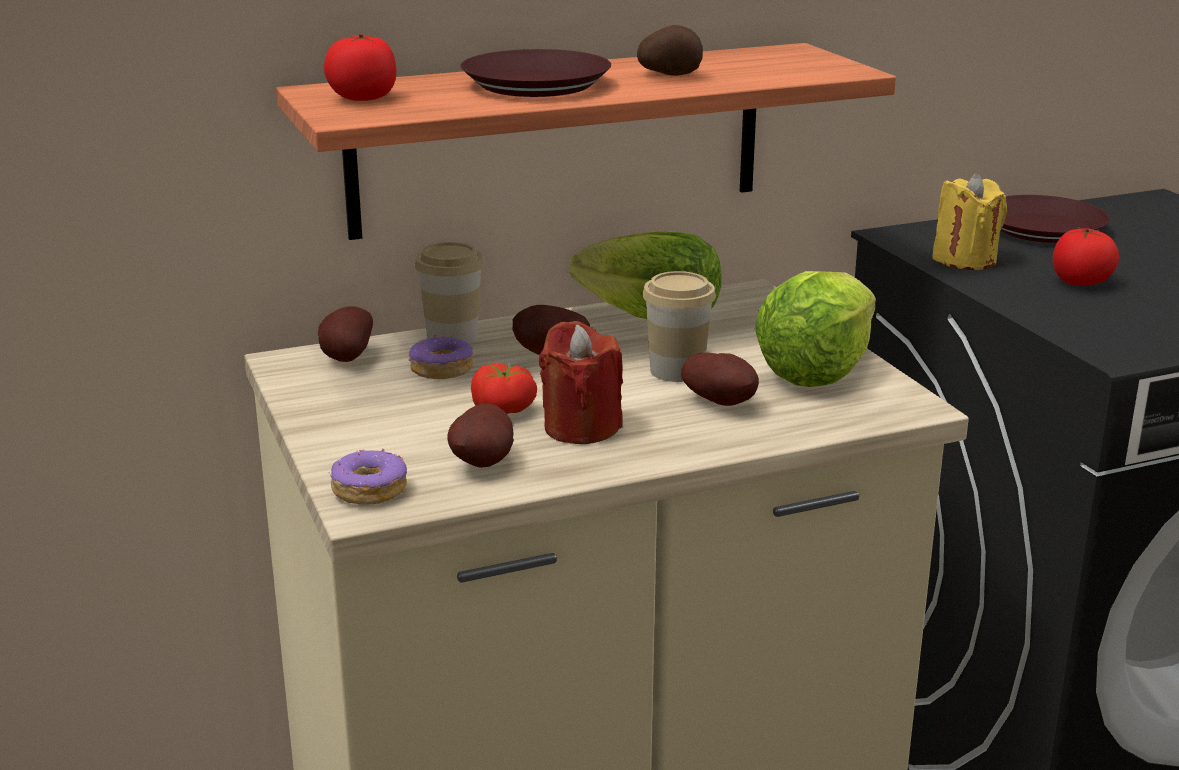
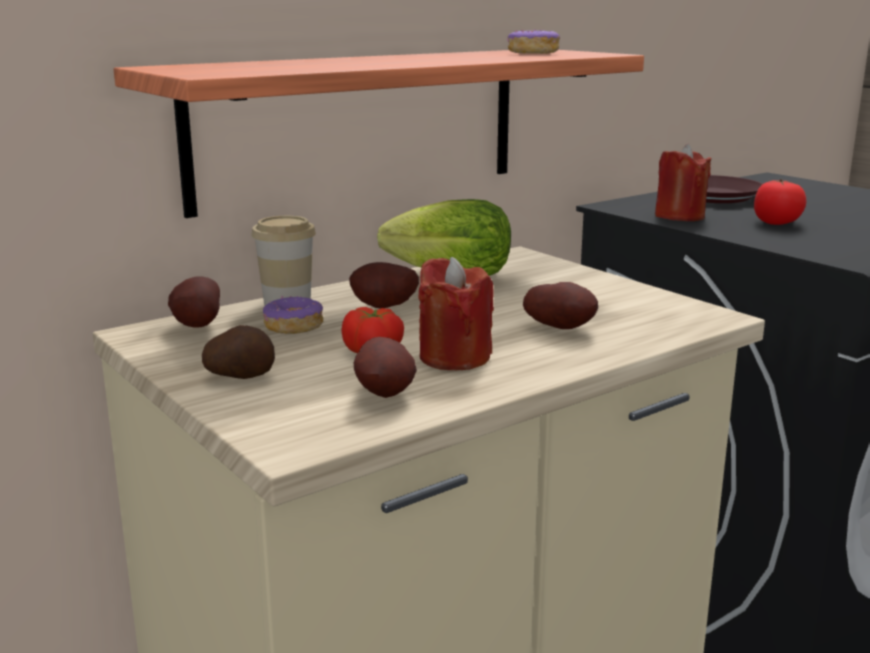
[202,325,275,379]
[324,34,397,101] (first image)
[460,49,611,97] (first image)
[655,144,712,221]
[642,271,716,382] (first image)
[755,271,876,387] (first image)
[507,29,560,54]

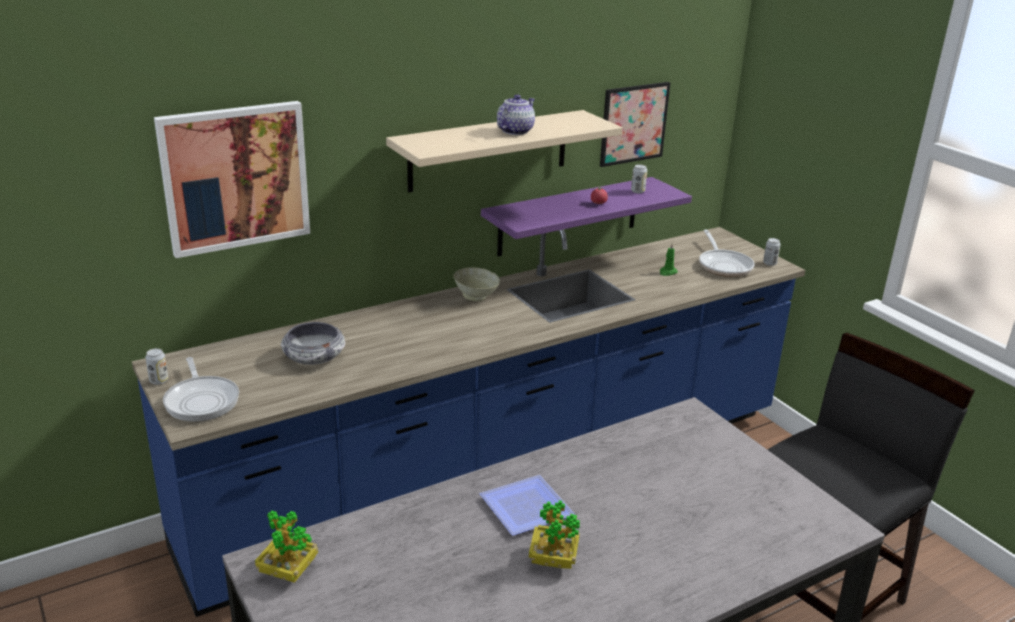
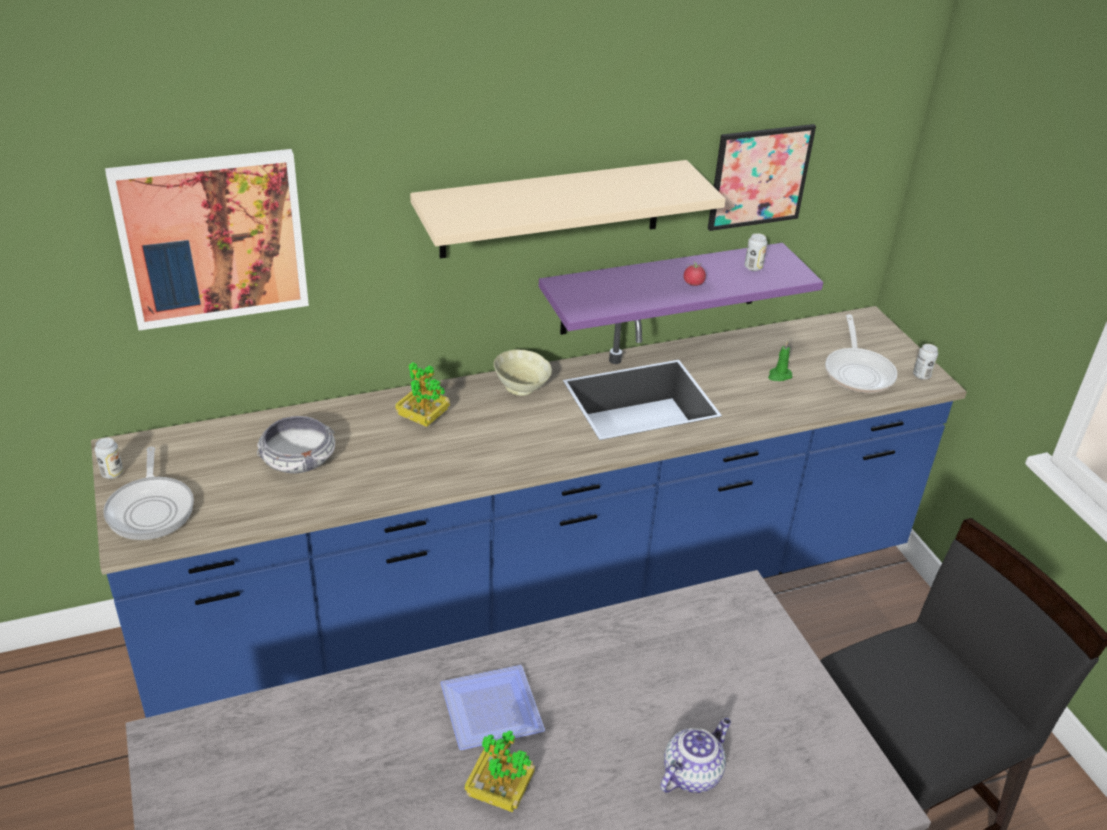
[660,718,731,793]
[395,362,450,427]

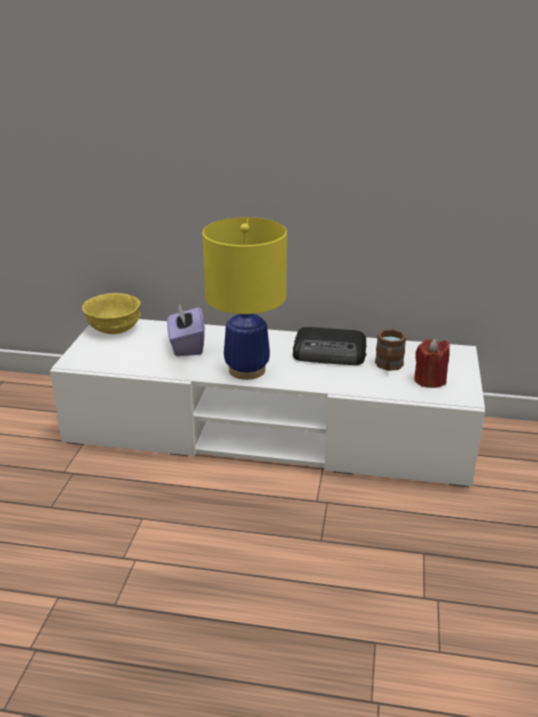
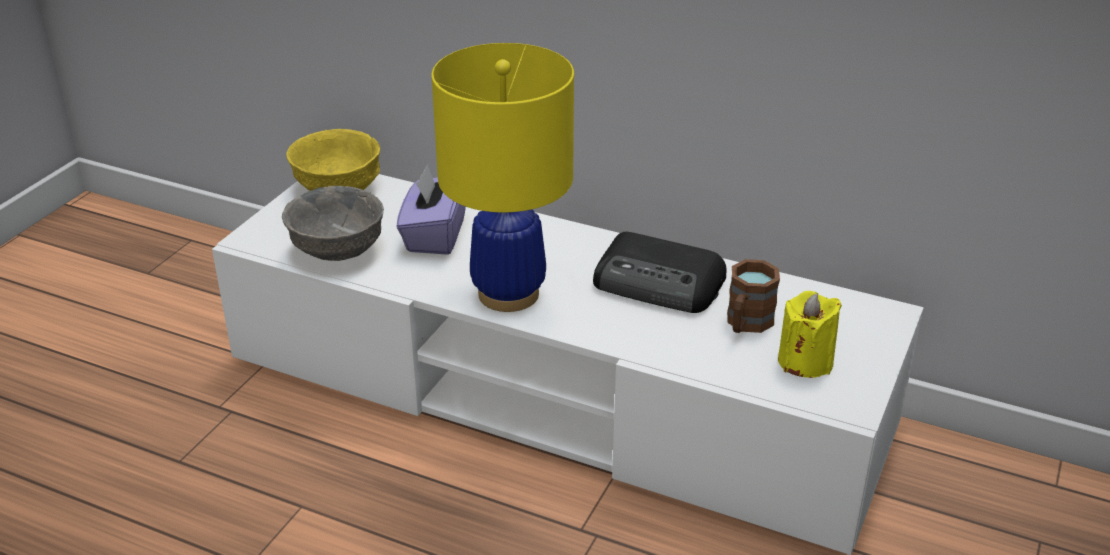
[778,291,842,378]
[282,186,384,261]

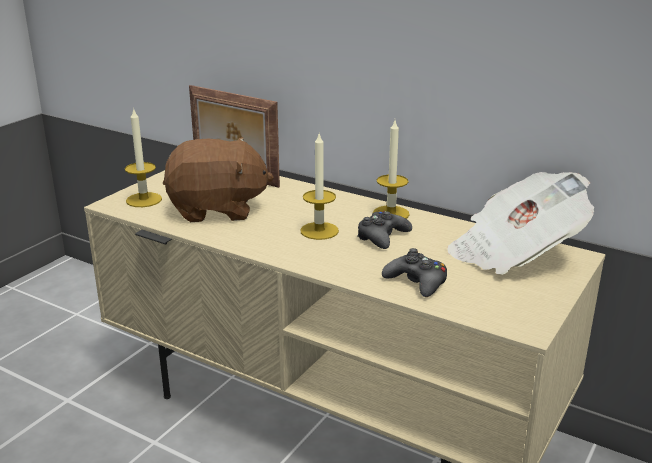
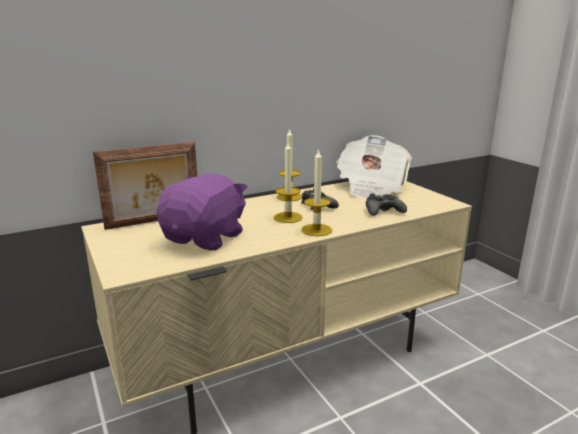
[301,148,332,236]
[157,173,248,251]

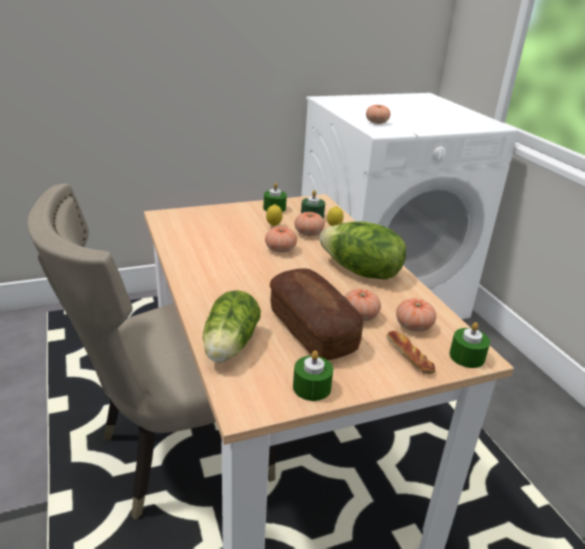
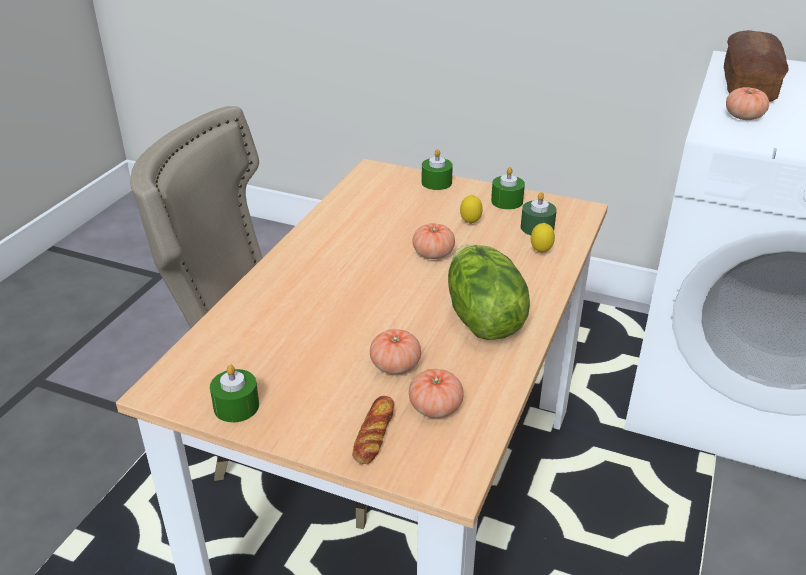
[295,212,325,236] (first image)
[724,30,789,102]
[203,290,261,362] (first image)
[421,149,453,190]

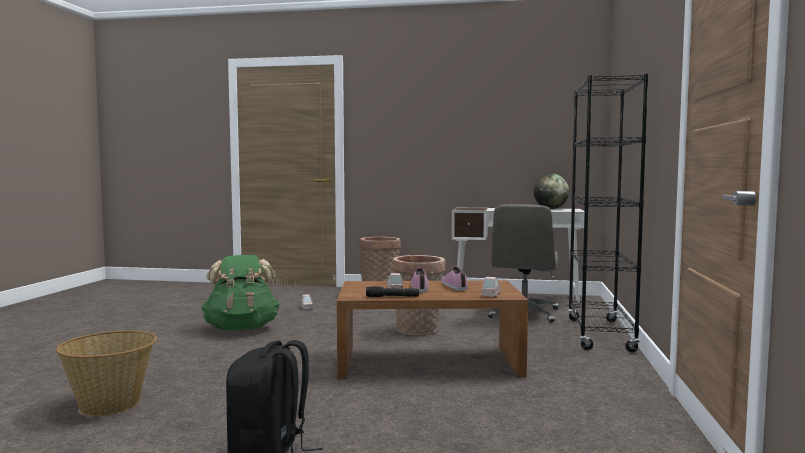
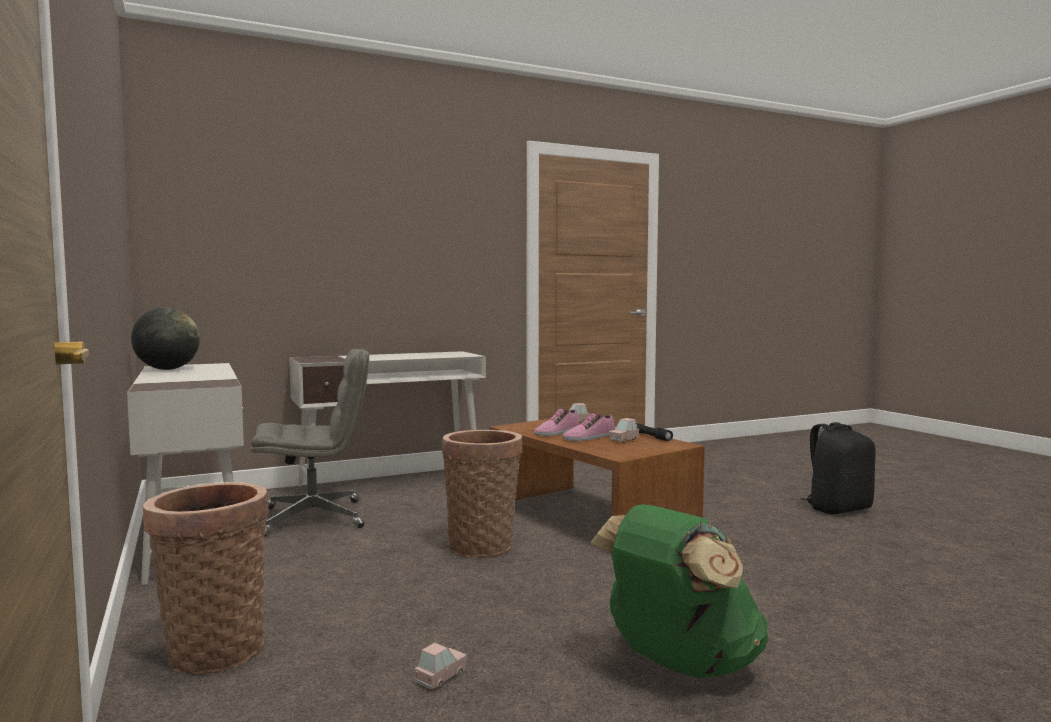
[289,351,486,494]
[56,331,157,416] (first image)

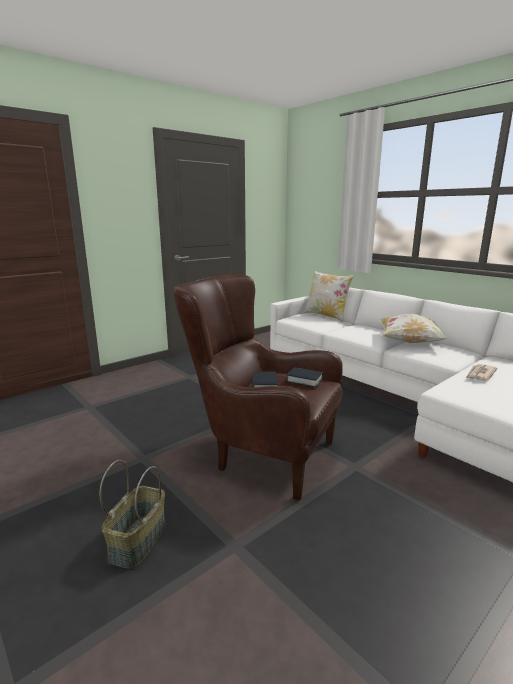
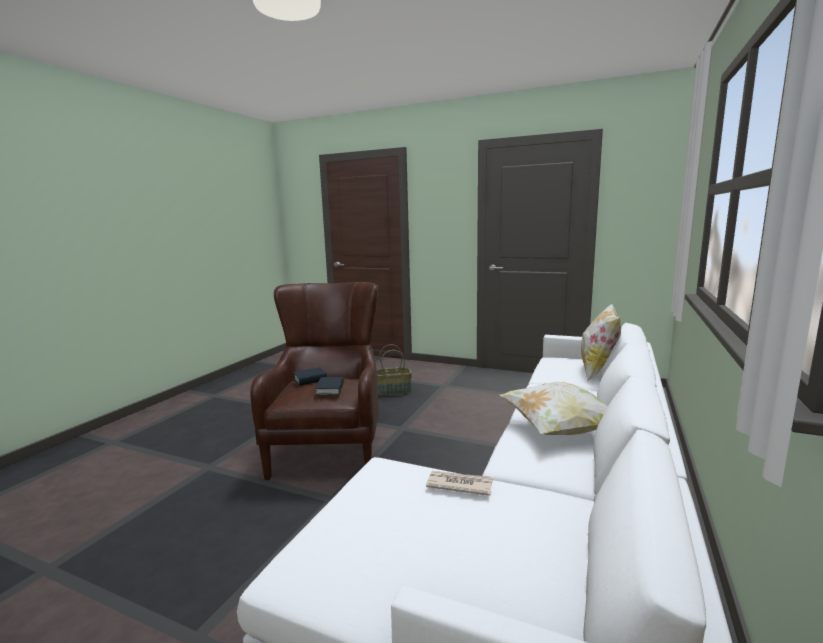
[377,344,412,395]

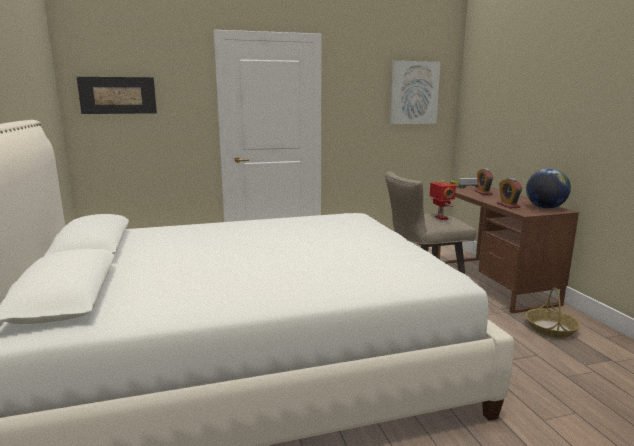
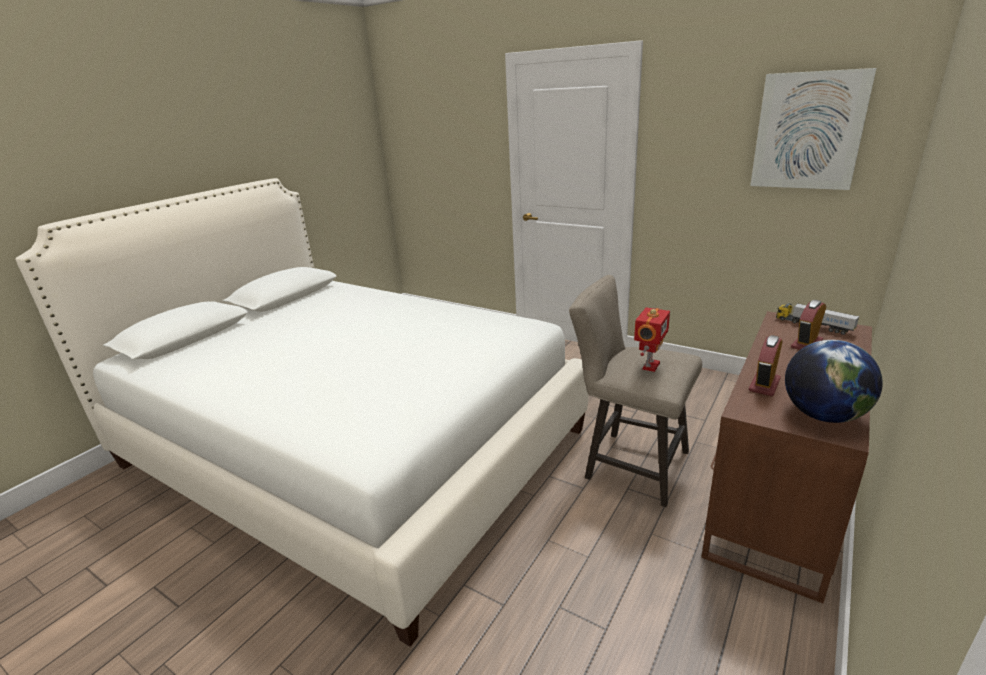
[77,77,157,114] (first image)
[525,287,581,338] (first image)

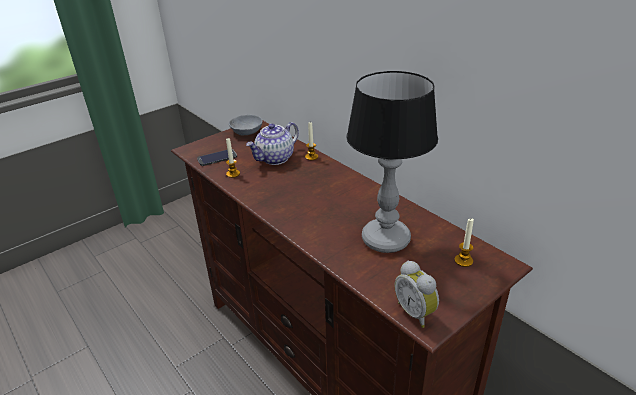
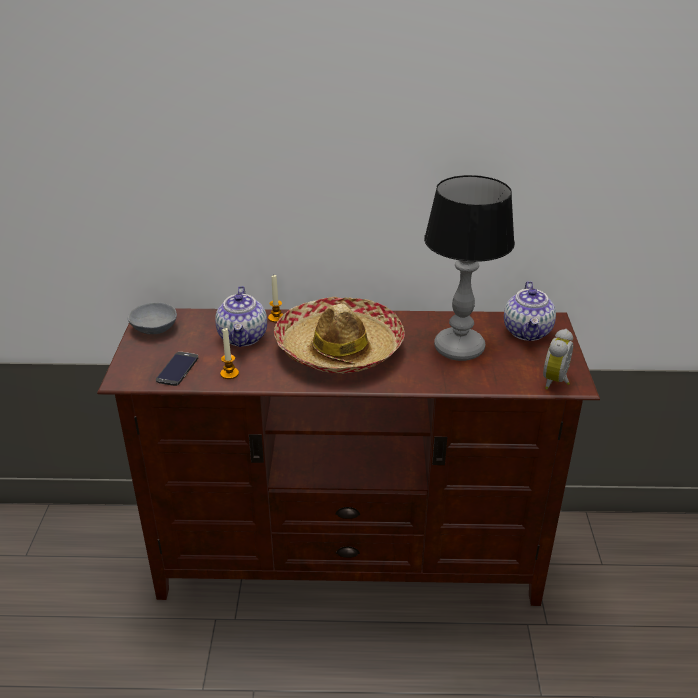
[504,281,556,341]
[543,329,573,389]
[274,297,405,374]

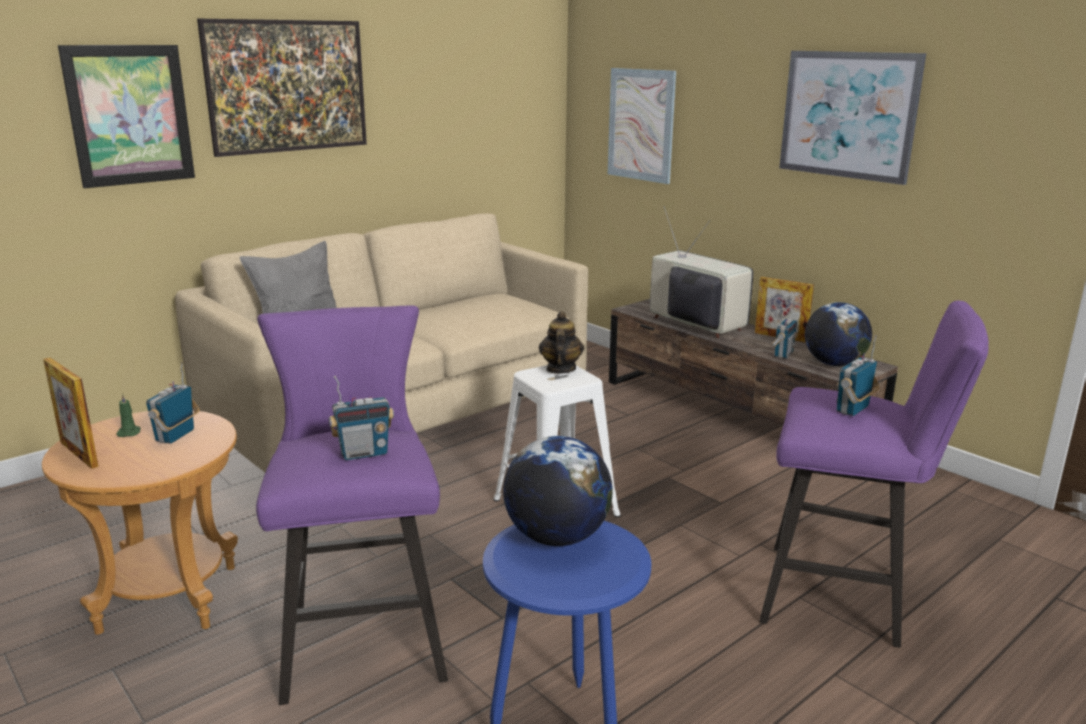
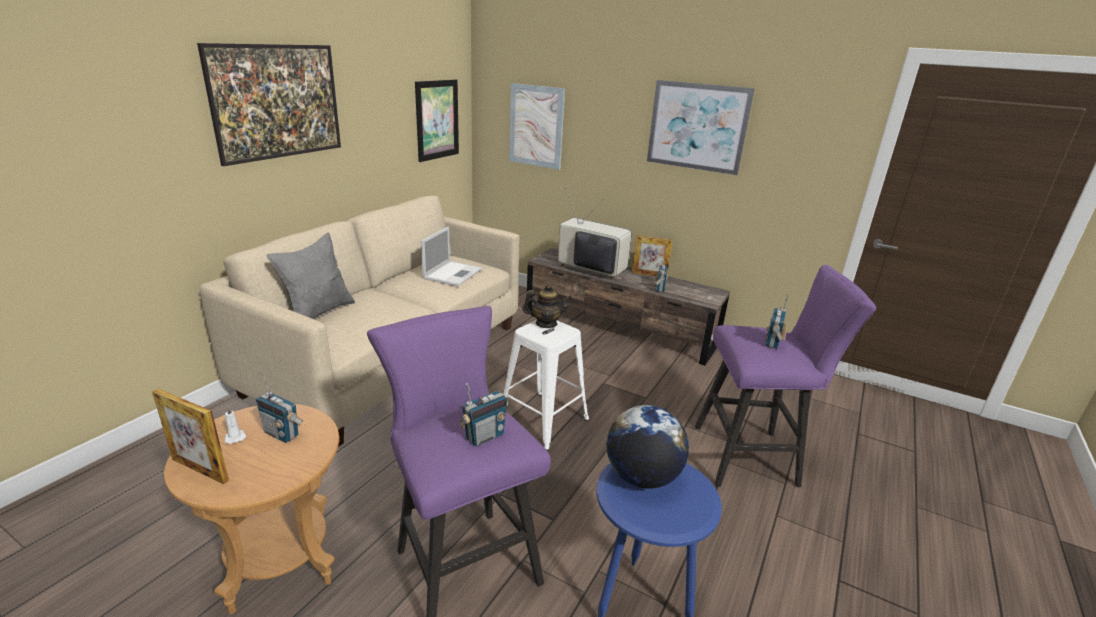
[415,79,459,162]
[805,302,872,366] (first image)
[522,284,572,328]
[256,374,303,443]
[224,407,246,444]
[421,227,482,286]

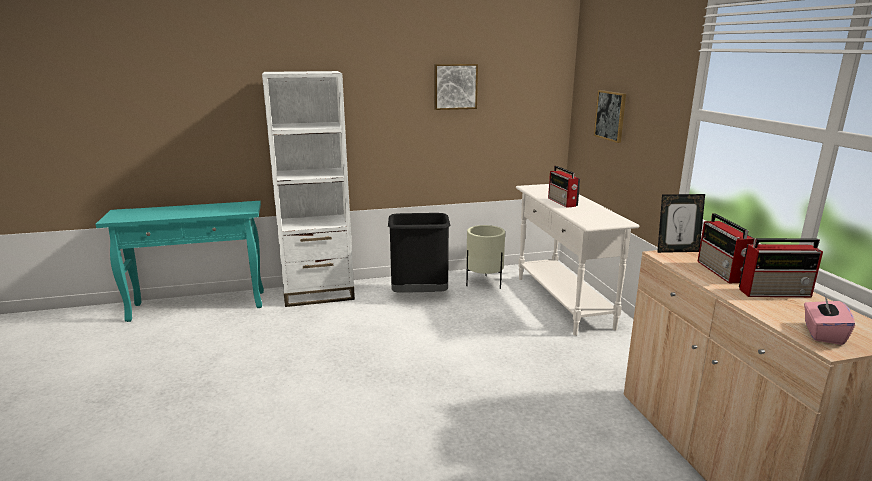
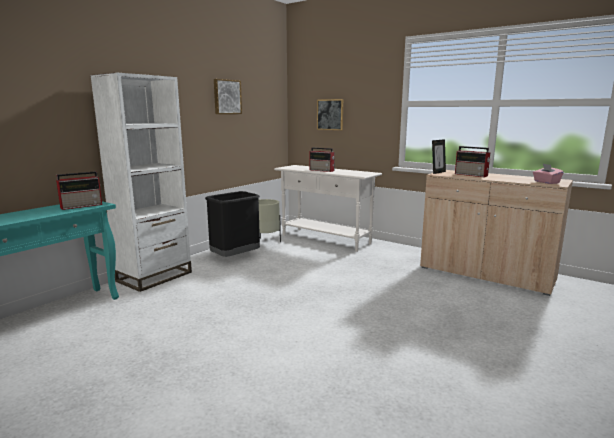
[56,171,102,210]

